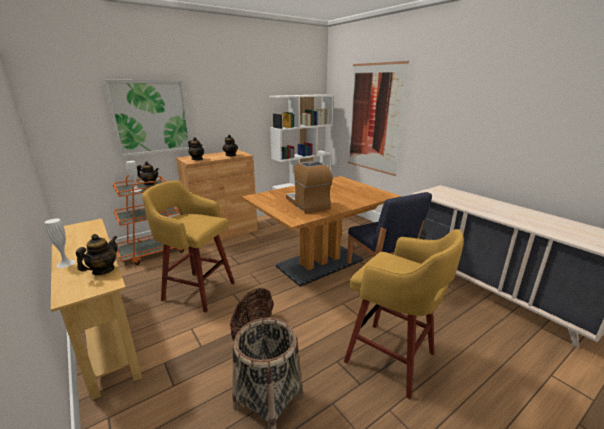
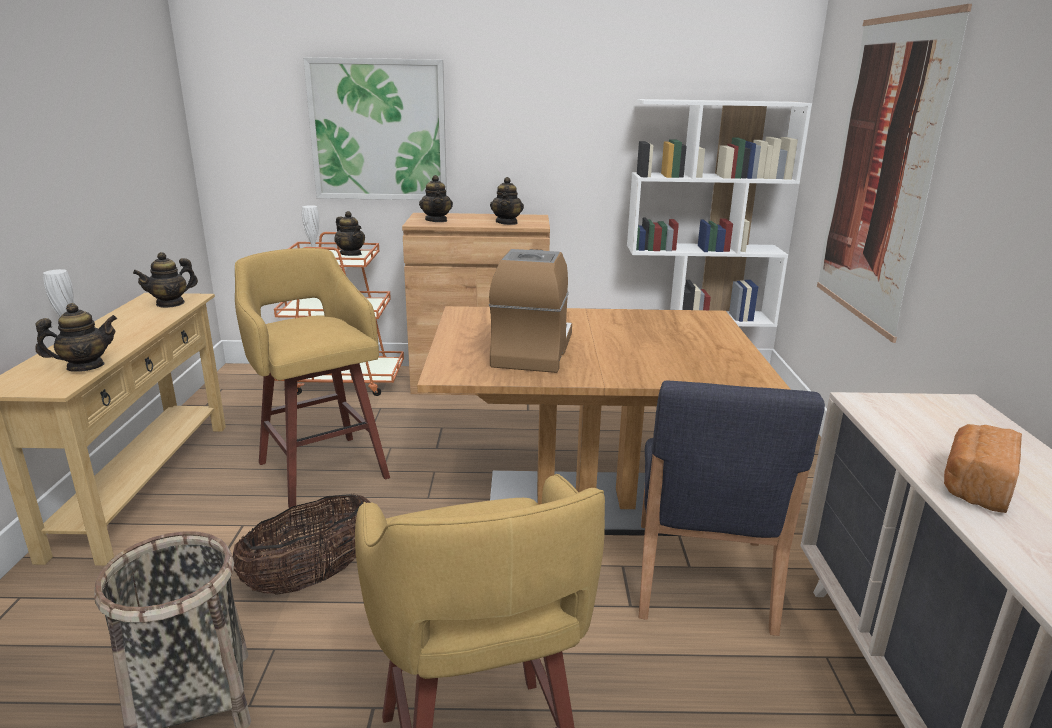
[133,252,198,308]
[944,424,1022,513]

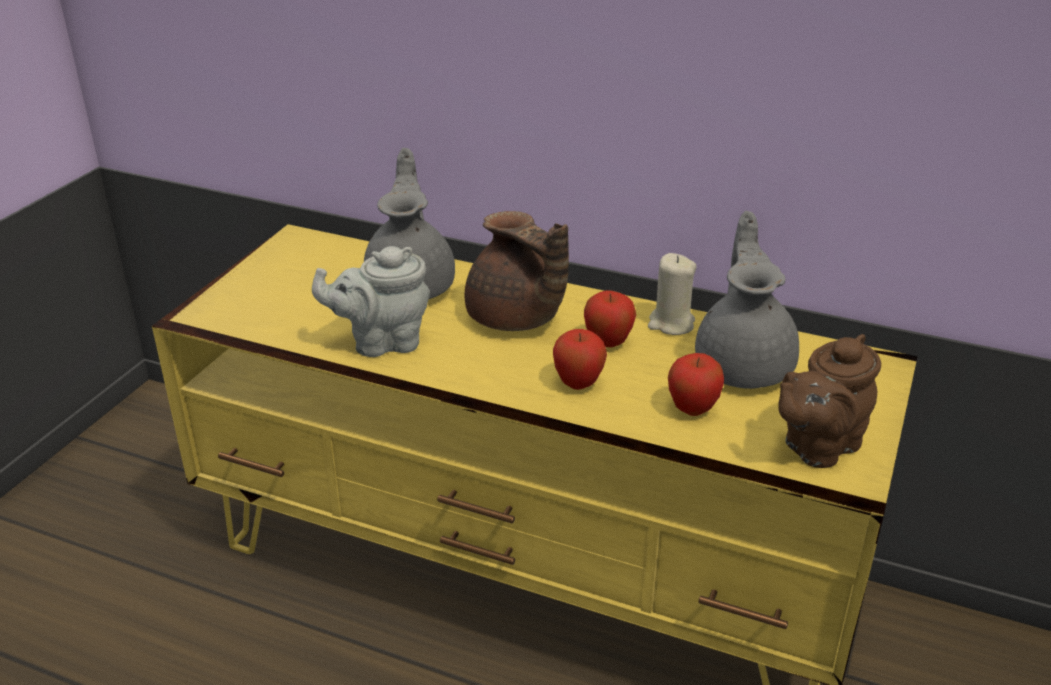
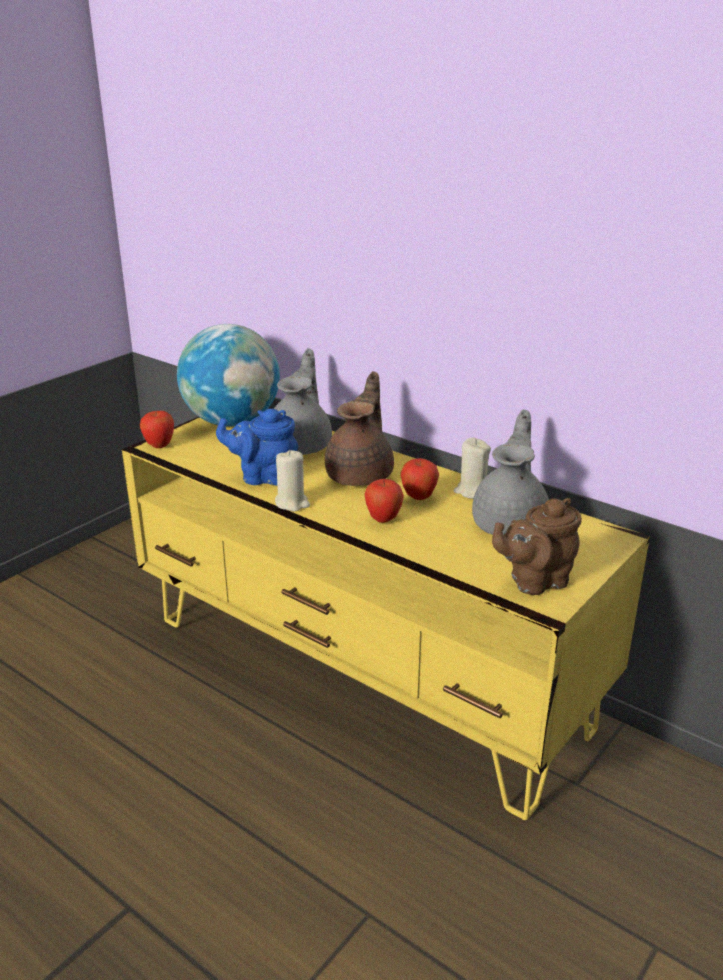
[325,371,394,486]
[216,409,298,485]
[140,411,174,448]
[177,324,280,427]
[275,450,310,512]

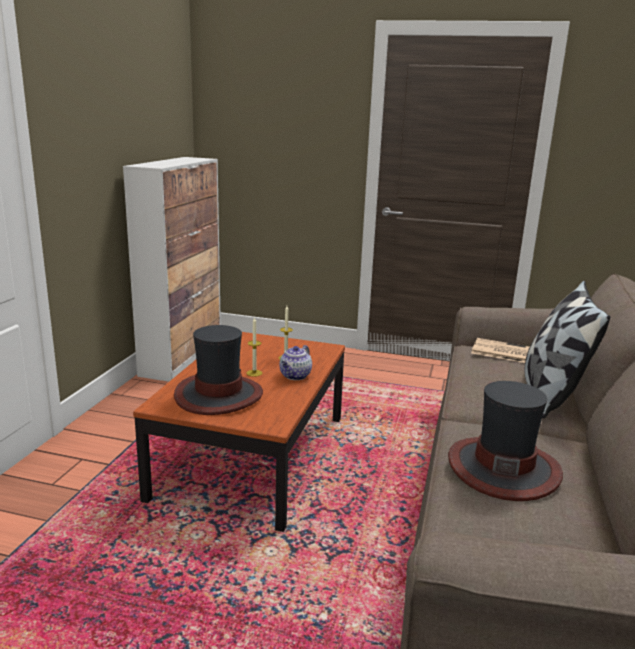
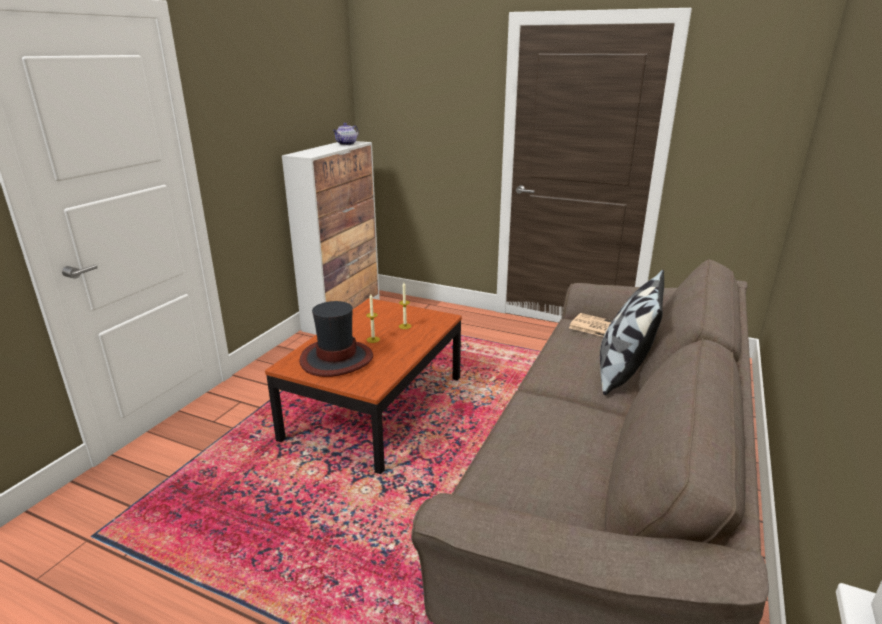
[333,123,359,145]
[448,381,563,501] (first image)

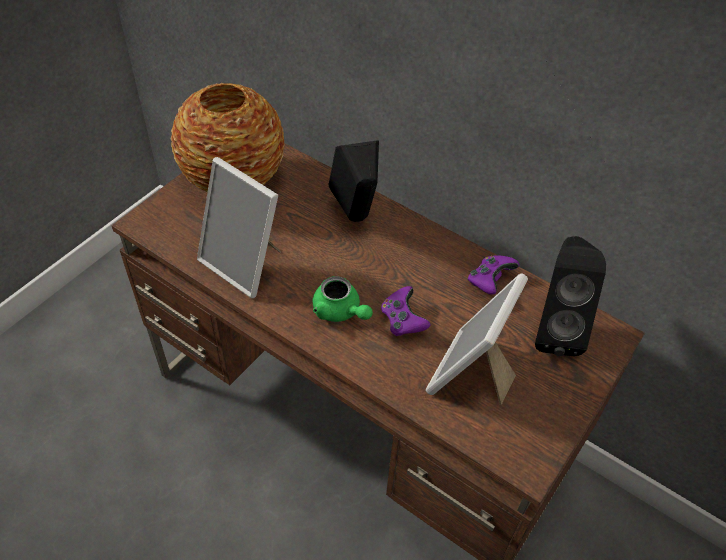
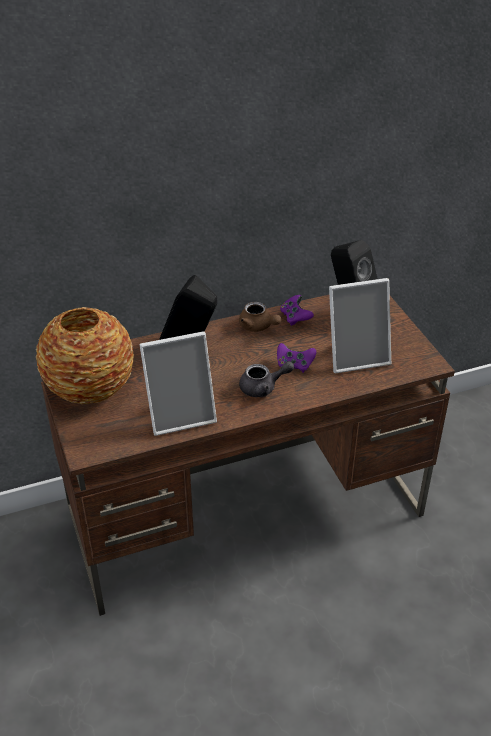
[329,278,391,373]
[239,361,294,397]
[239,302,281,332]

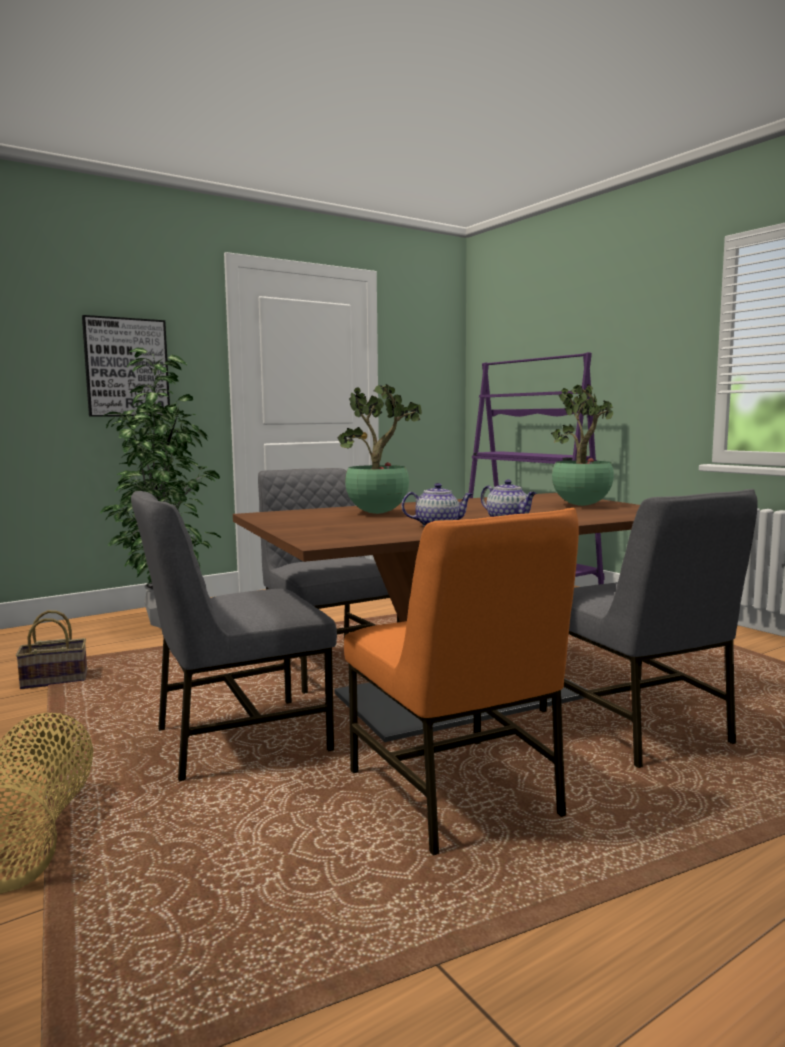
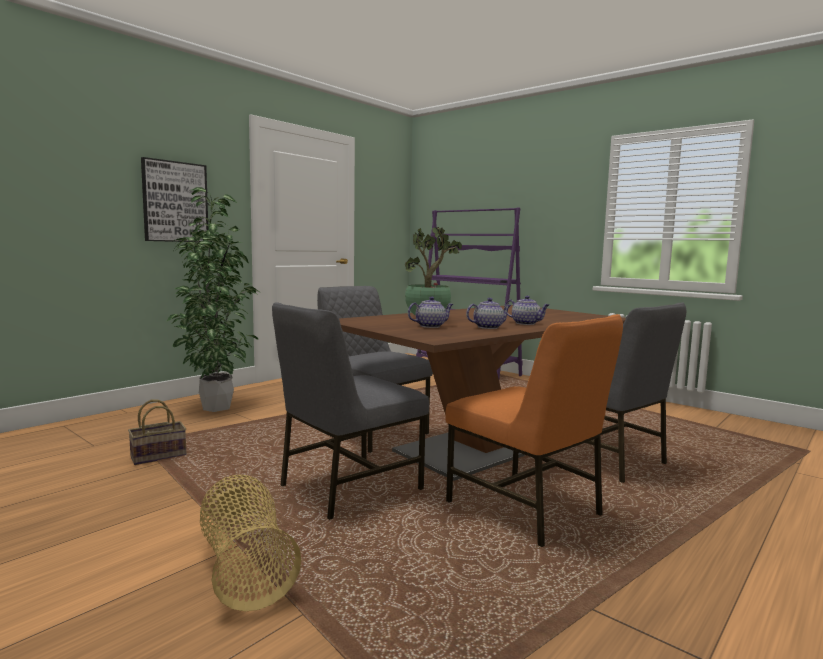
[551,384,614,506] (first image)
[408,297,453,328]

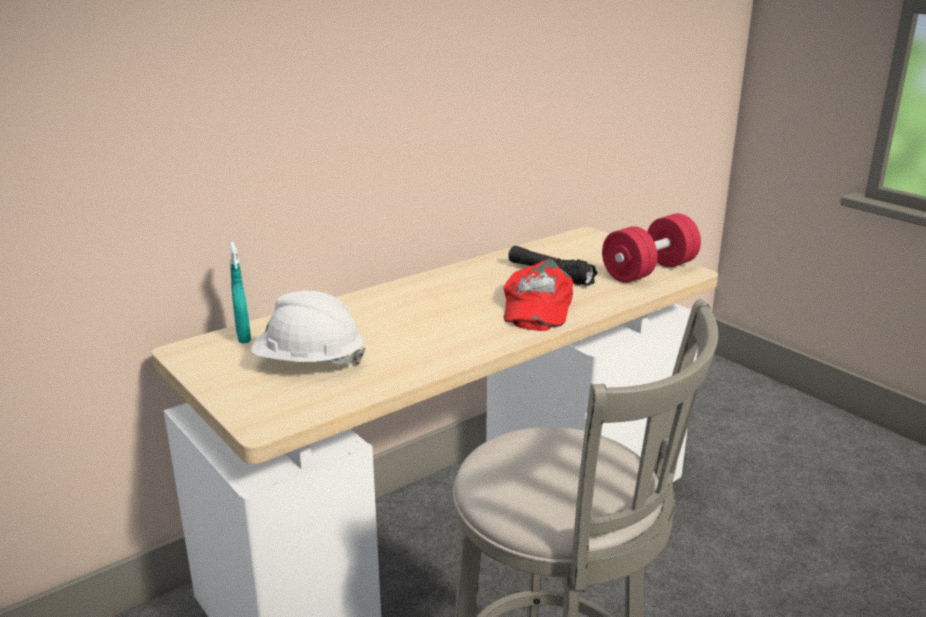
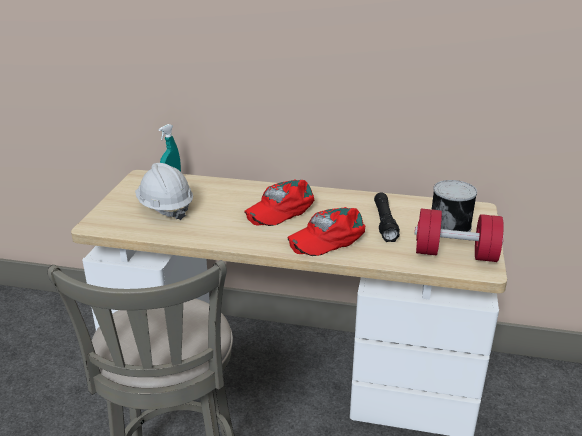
[244,179,315,226]
[432,180,477,232]

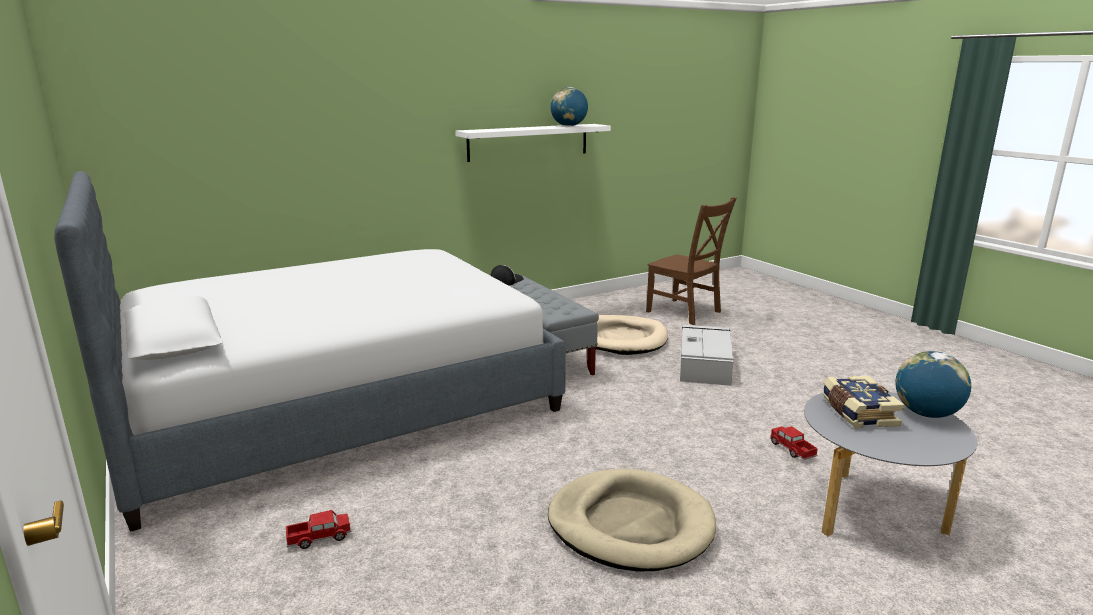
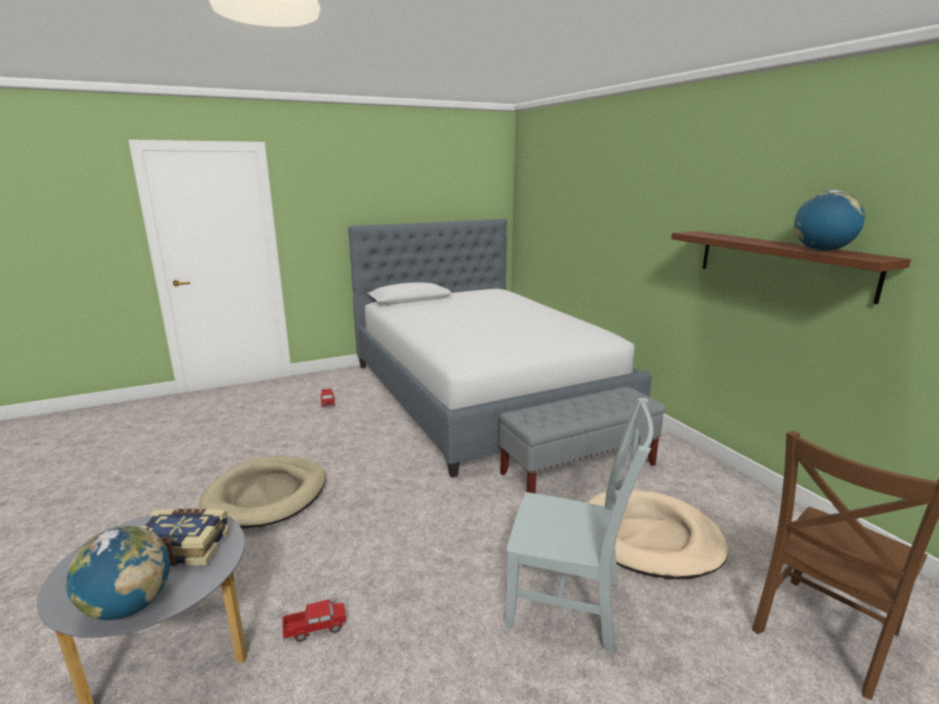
[671,231,911,304]
[490,265,524,286] (first image)
[505,398,654,654]

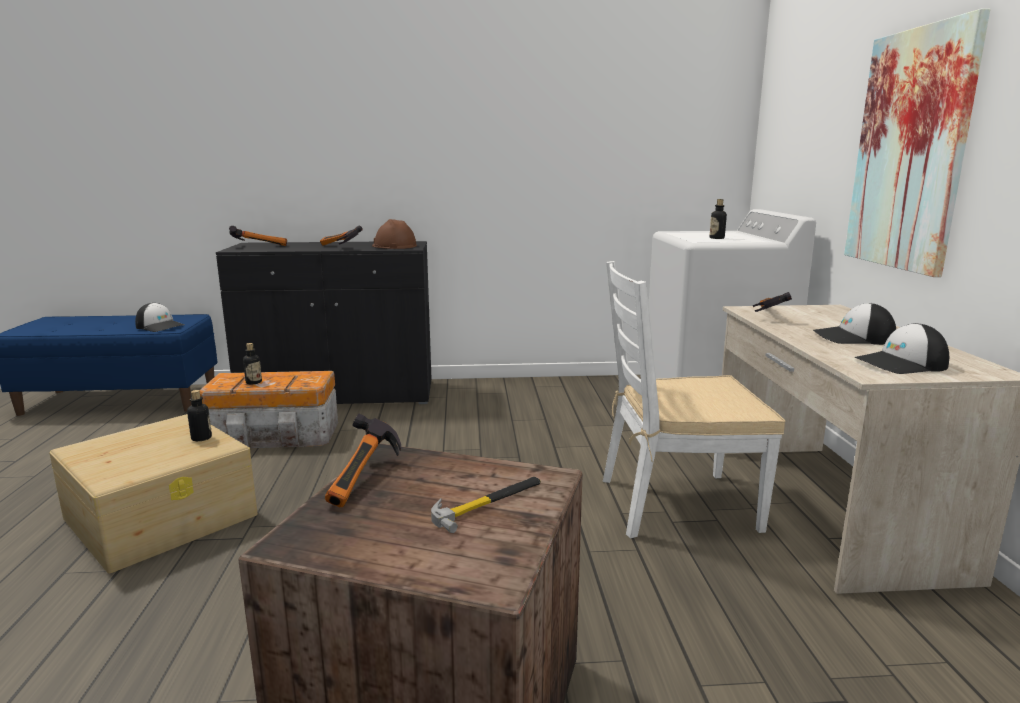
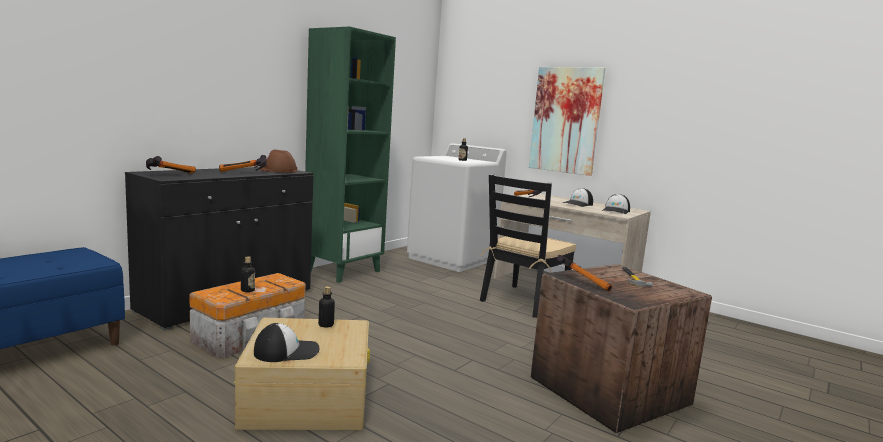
[480,174,576,318]
[254,323,320,362]
[305,26,396,283]

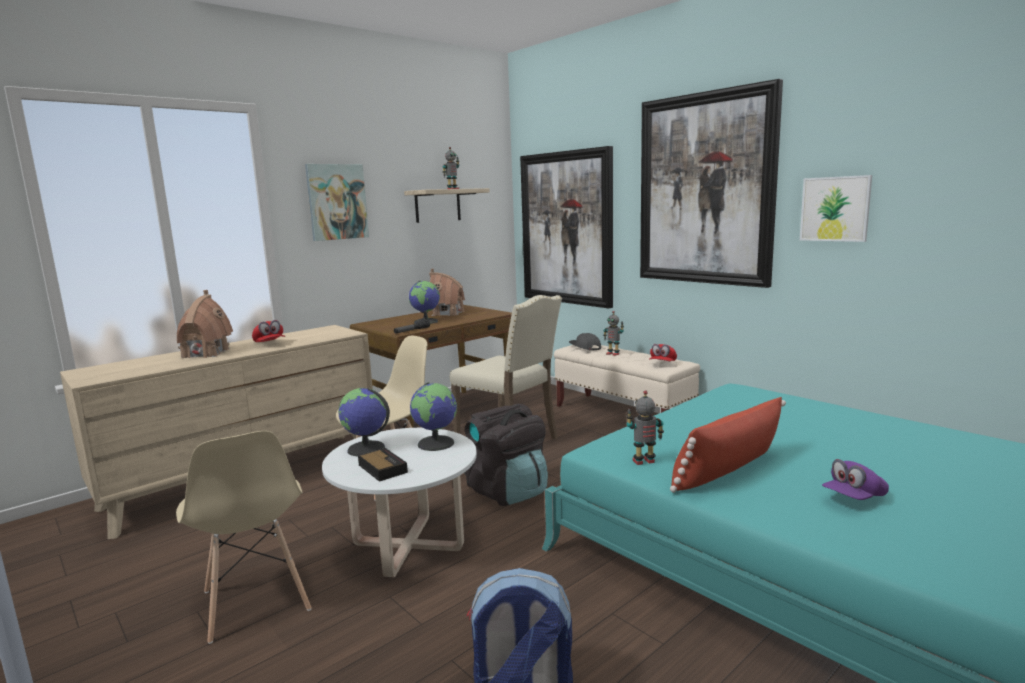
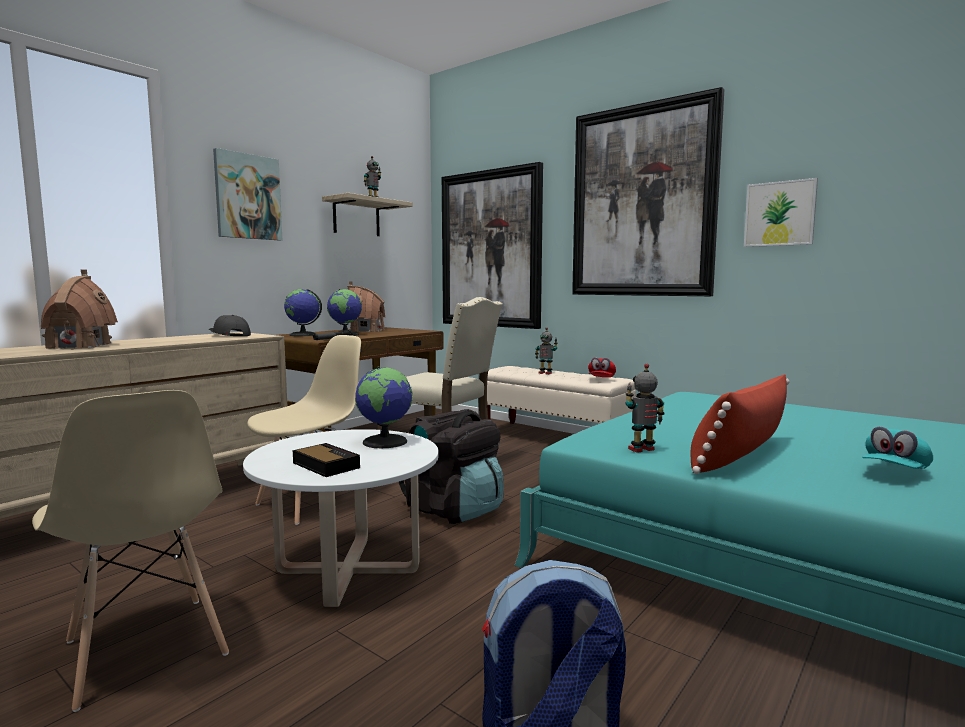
[252,320,285,342] (first image)
[209,315,251,336]
[284,289,322,336]
[862,427,933,469]

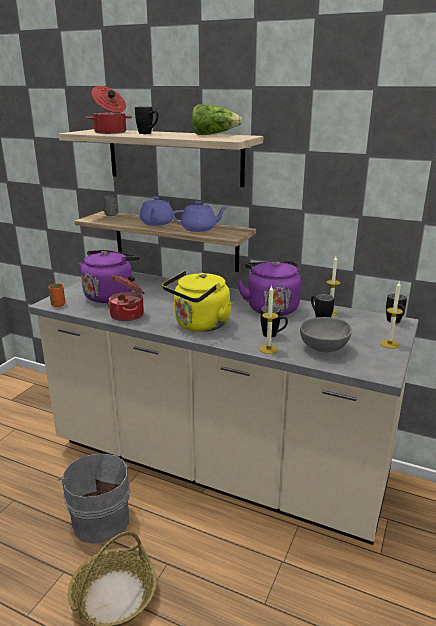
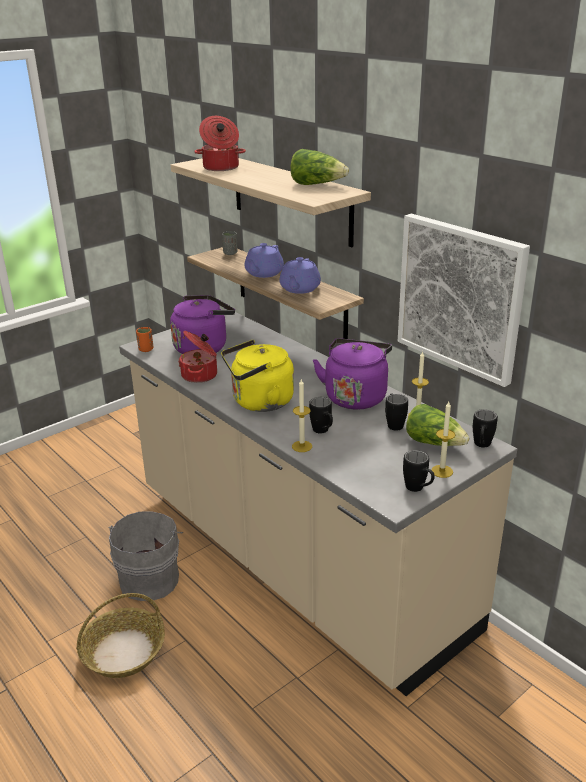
[403,450,435,492]
[279,257,321,294]
[300,317,352,352] (first image)
[398,213,530,387]
[406,404,469,446]

